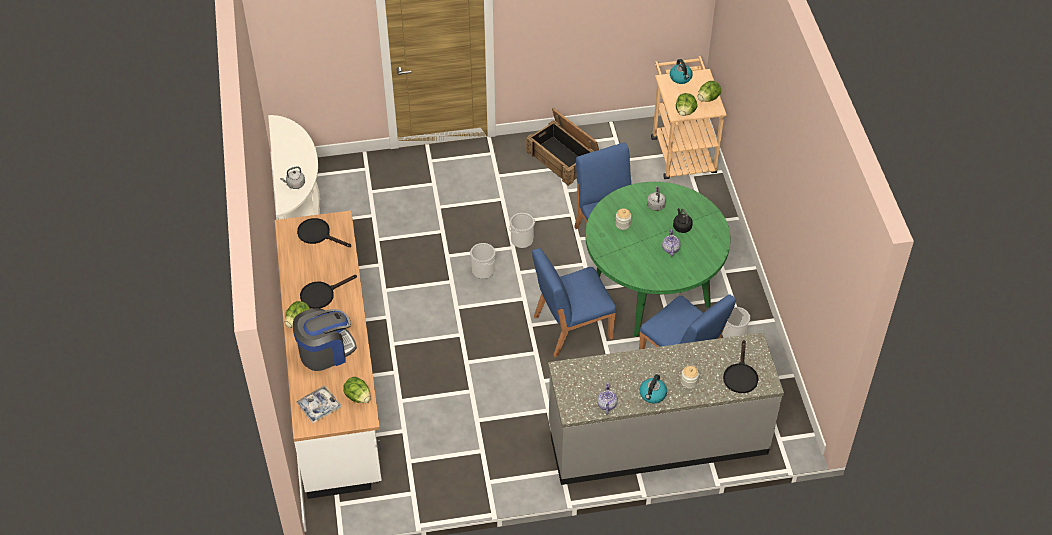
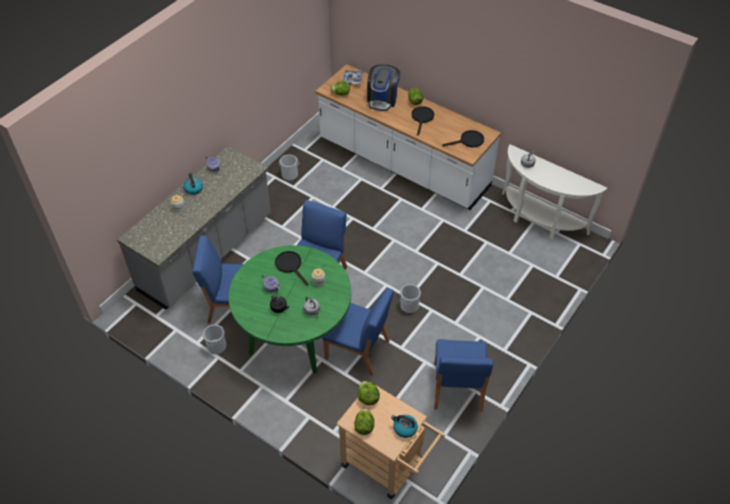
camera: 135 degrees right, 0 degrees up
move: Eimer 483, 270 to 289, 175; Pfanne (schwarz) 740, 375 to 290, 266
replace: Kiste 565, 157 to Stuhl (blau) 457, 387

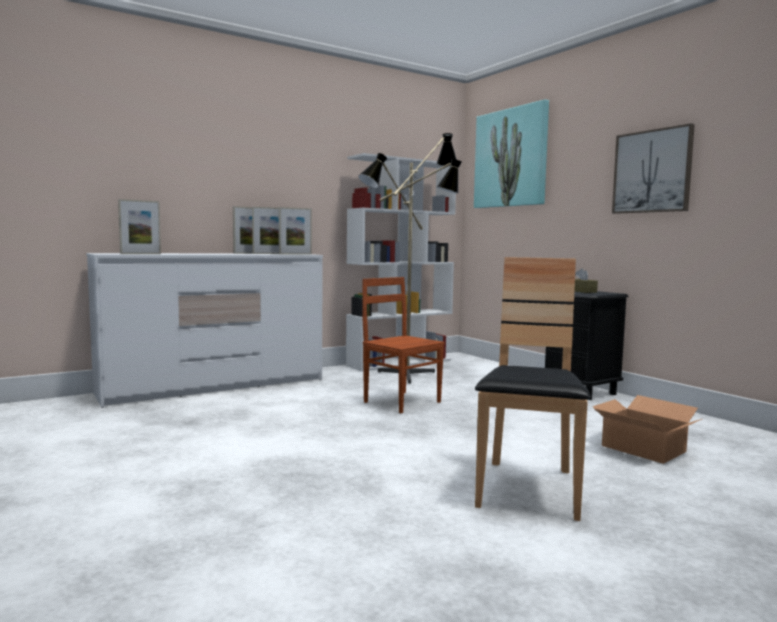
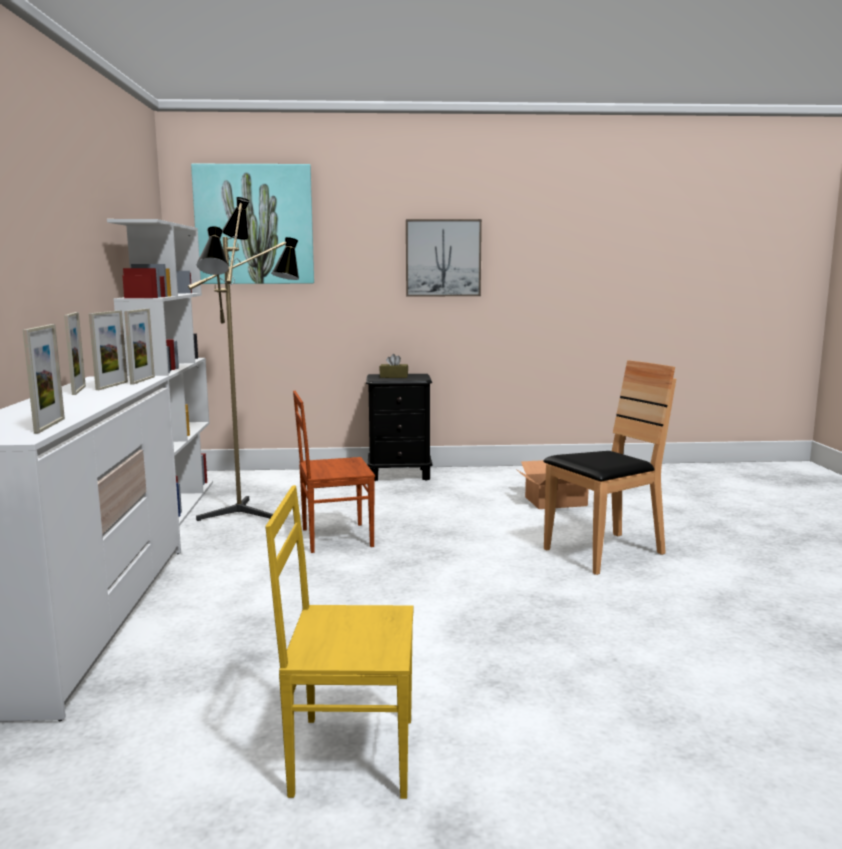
camera: 60 degrees left, 5 degrees up
insert: Stuhl (gelb) 351, 754
rotate: Stuhl (braun) 528, 489 = 604, 552 105 degrees clockwise

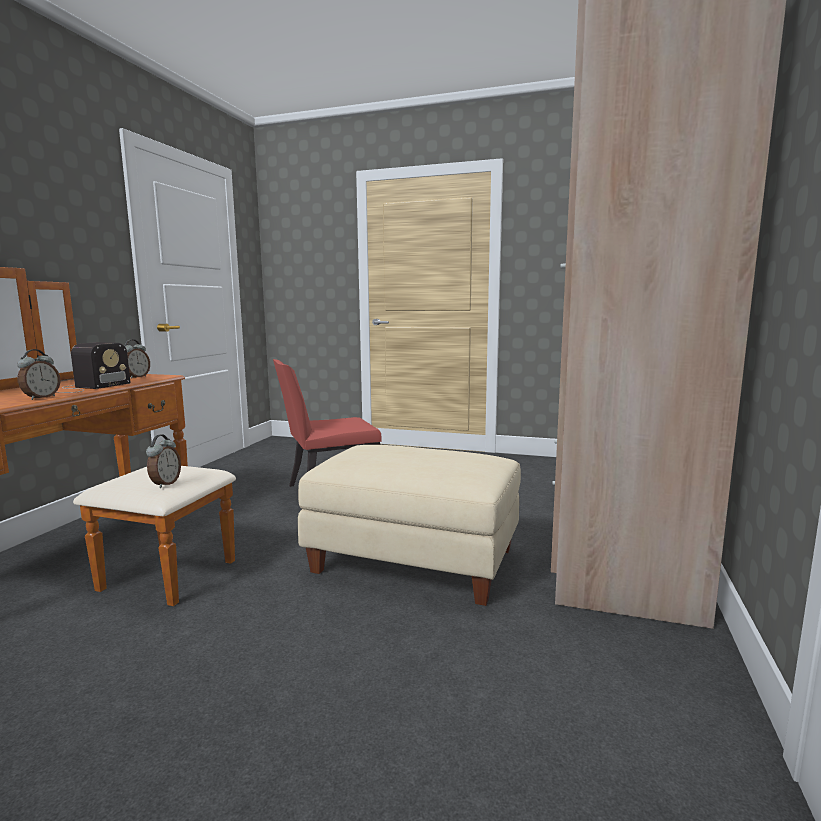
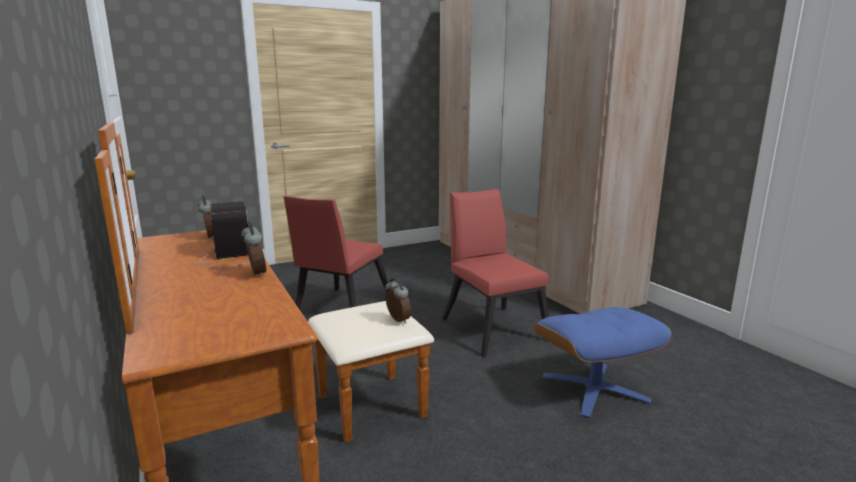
camera: 45 degrees left, 5 degrees up
insert: Polsterhocker (blau) 594, 389
replace: Polsterhocker (beige) 415, 560 to Stuhl (rot) 492, 326

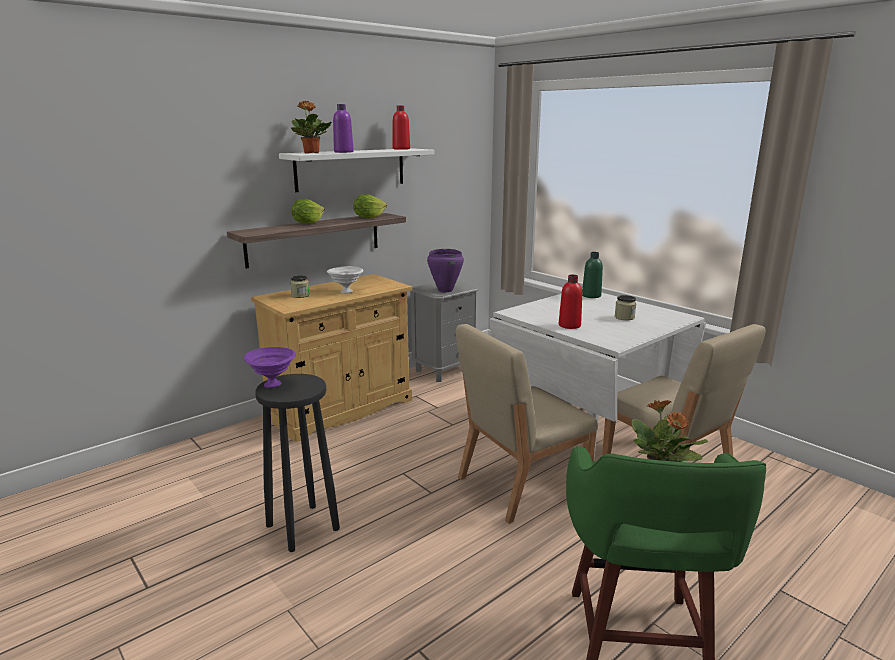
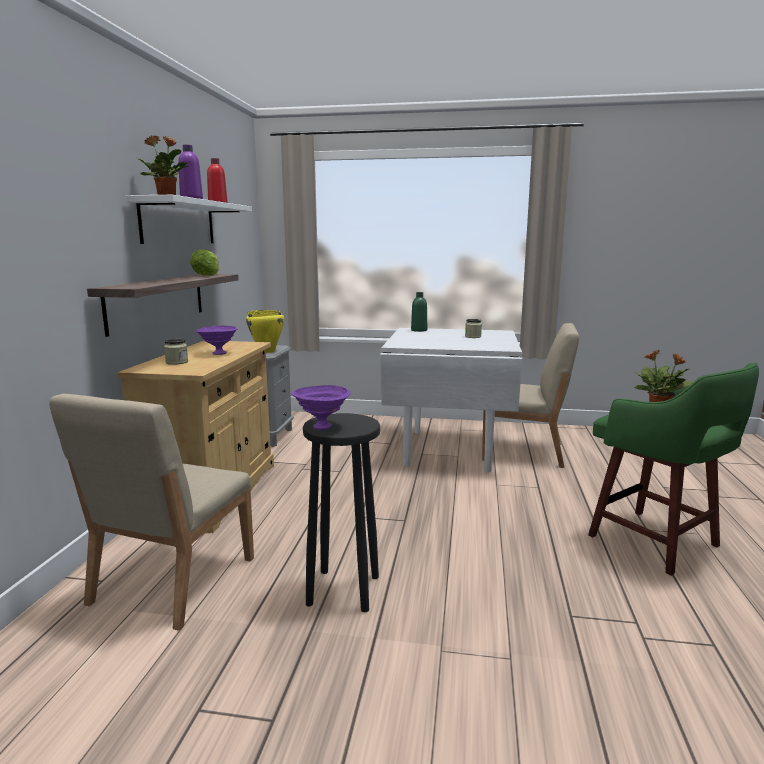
camera: 40 degrees left, 5 degrees down
delete: Salatkopf 307, 223; Flasche (rot) 569, 325
move: Stuhl (beige) 520, 484 to 172, 581
recolor: Schüssel (weiß) 345, 291 to Schüssel (lila) 218, 353; Kochtopf (lila) 445, 290 to Kochtopf (gelb) 266, 351

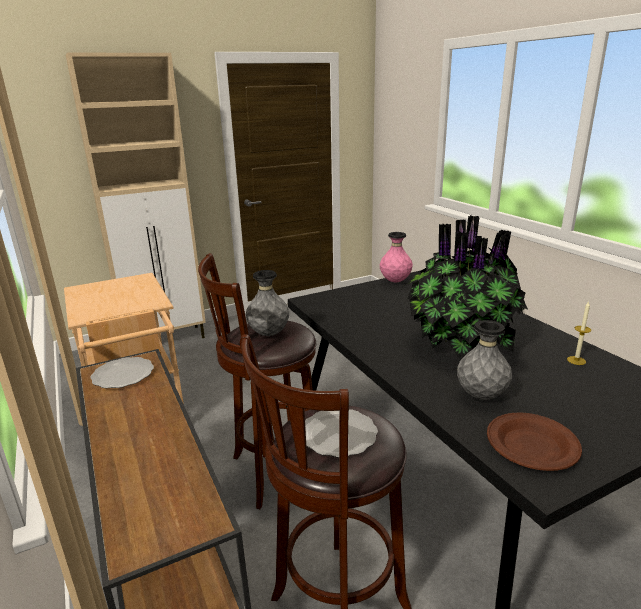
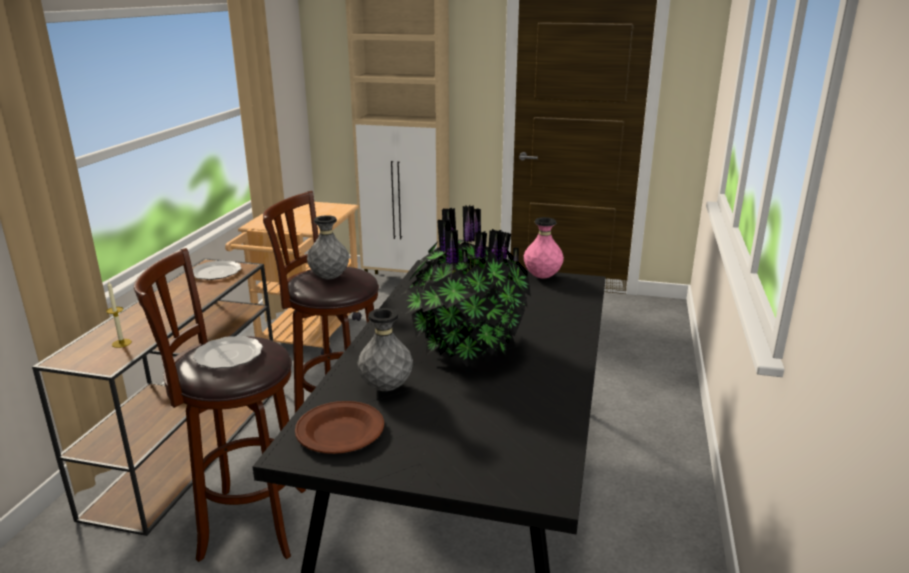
camera: 40 degrees right, 0 degrees up
move: Kerze 576, 360 to 121, 343

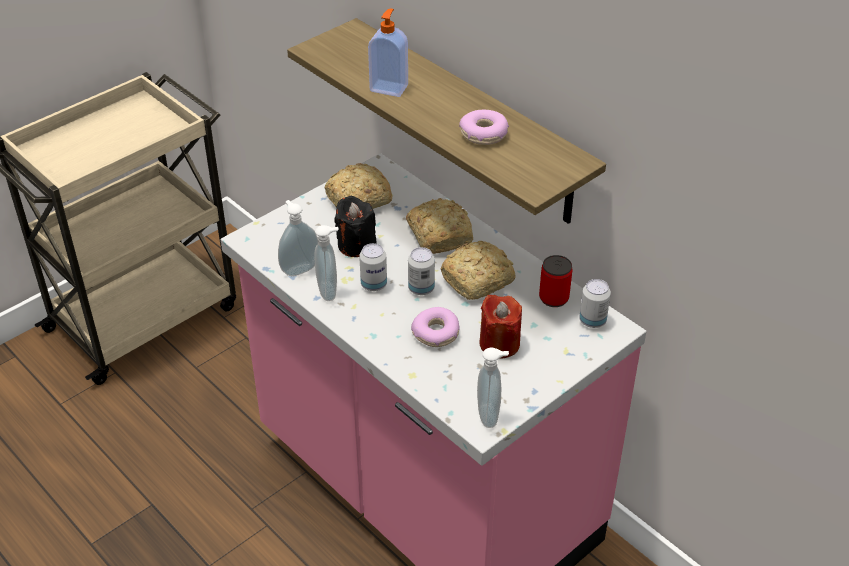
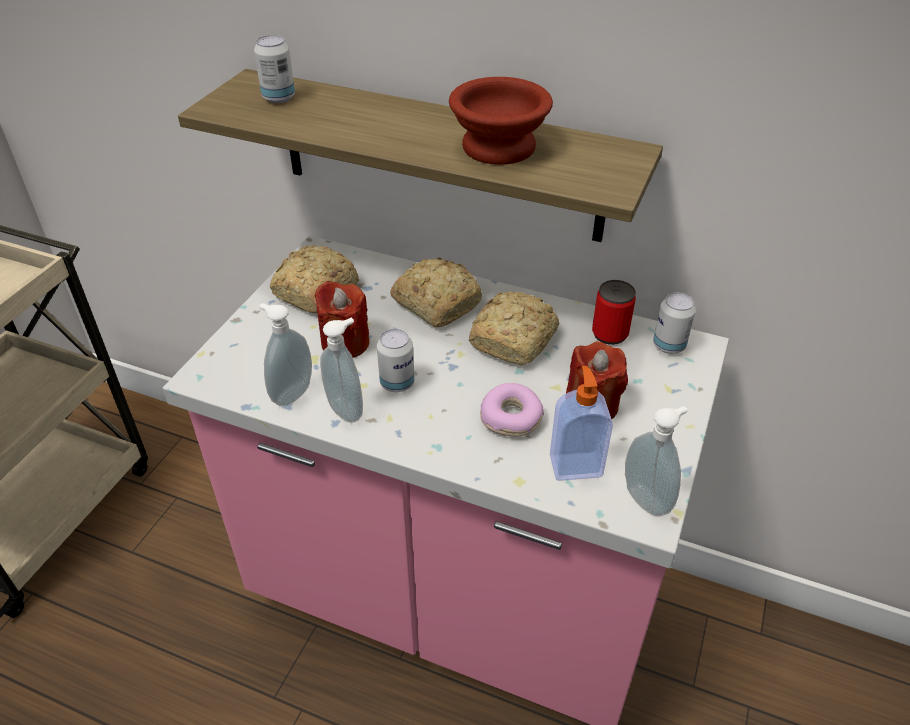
camera: 25 degrees left, 0 degrees up
move: Seifenspender 389, 88 to 575, 465; Dose 421, 288 to 279, 98
replace: Donut 484, 134 to Schüssel (braun) 499, 148
recolor: Kerze (schwarz) 356, 245 to Kerze (rot) 345, 343

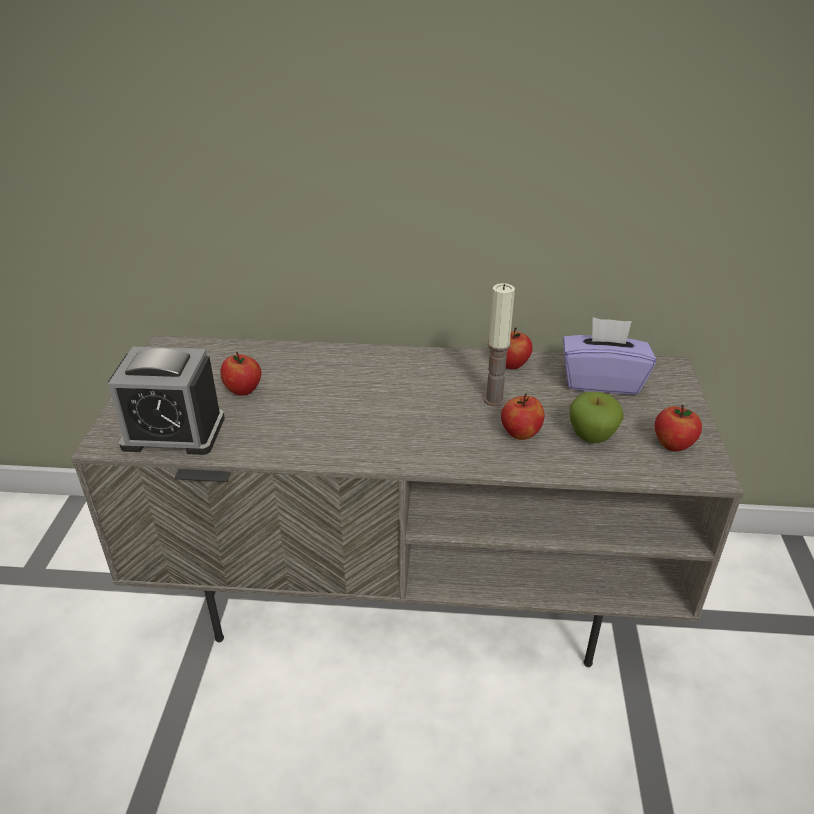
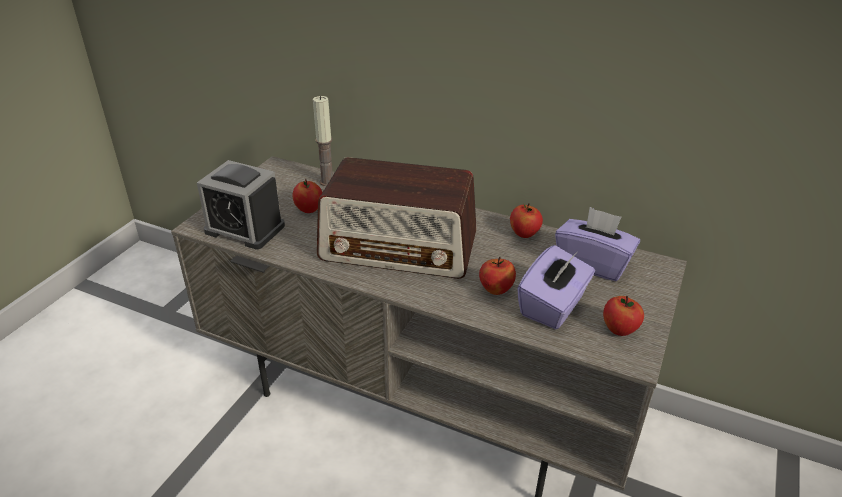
camera: 20 degrees right, 0 degrees up
insert: Radio 399, 247
move: Kerze 494, 400 to 327, 182
replace: Apfel 591, 437 to Taschentuchbox (lila) 553, 306

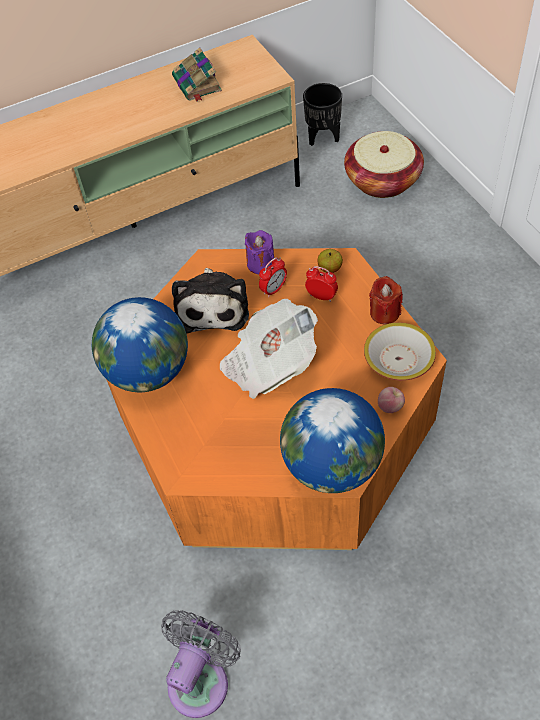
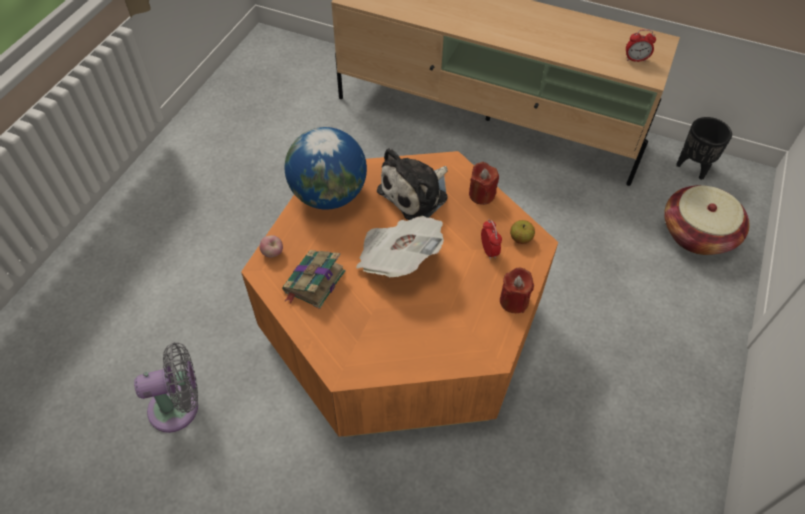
camera: 45 degrees right, 0 degrees up
delete: Globus 332, 465; Schüssel 398, 359
move: Buch 197, 85 to 313, 282; Wecker 273, 289 to 635, 59; Apfel 390, 406 to 272, 253
recolor: Kerze (lila) 260, 264 to Kerze (rot) 481, 194

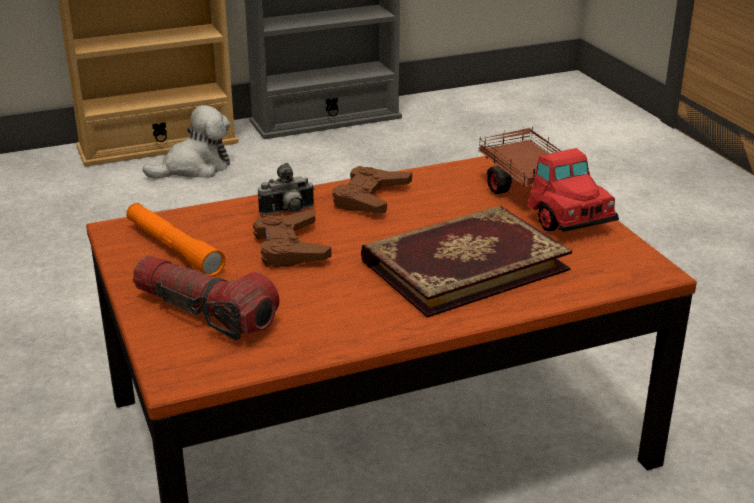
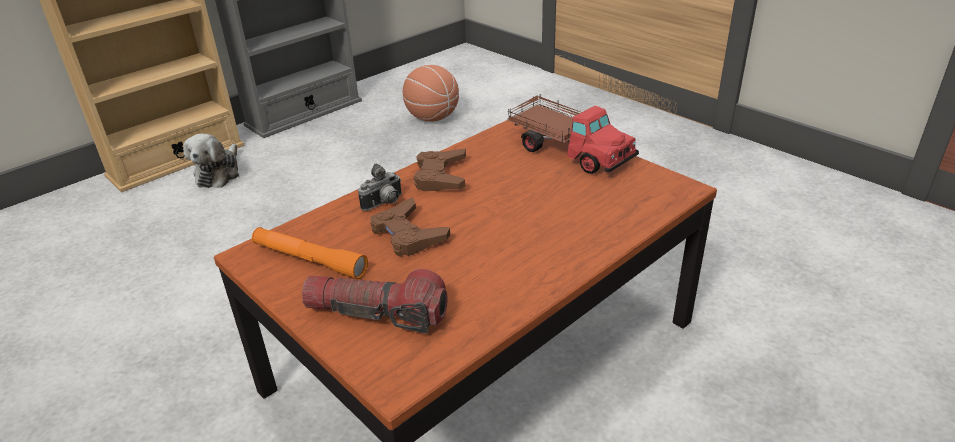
camera: 20 degrees left, 5 degrees up
delete: Buch 463, 264
insert: Basketball 432, 118
rotate: Plüschtier 195, 168 = 219, 173 150 degrees clockwise

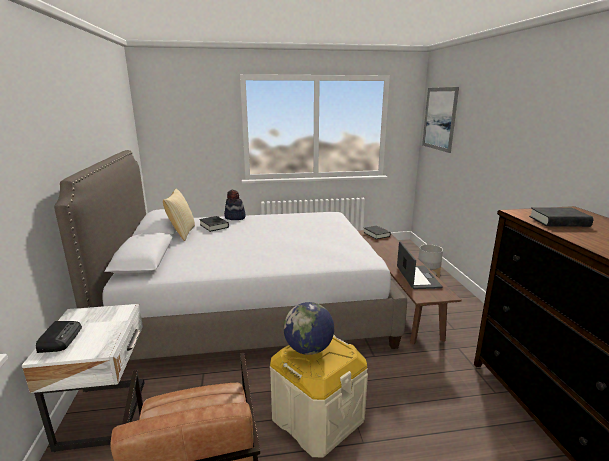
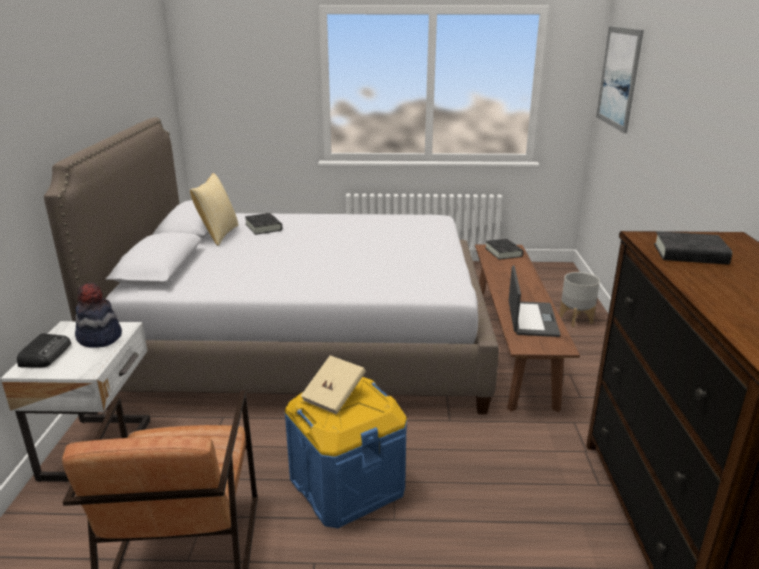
camera: 10 degrees right, 5 degrees up
move: Hut 235, 217 to 99, 338
replace: Globus 308, 349 to Buch (beige) 334, 396
recolor: Aufbewahrungsbox (beige) 317, 418 to Aufbewahrungsbox (blau) 347, 485

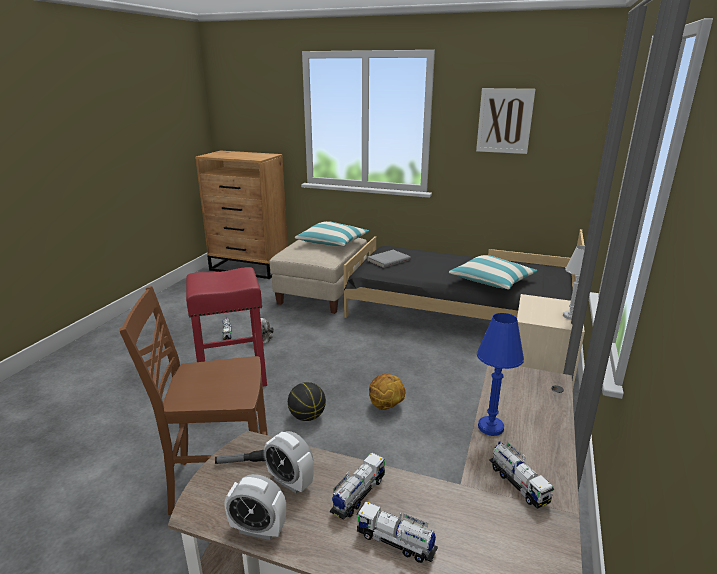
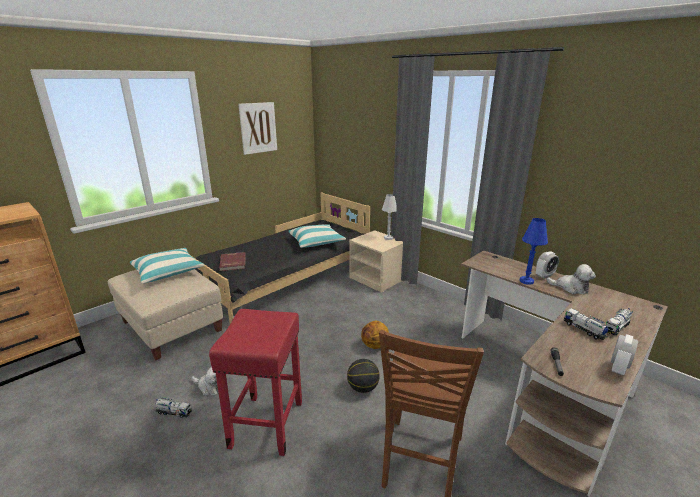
camera: 65 degrees left, 0 degrees up
move: Wecker 290, 482 to 544, 275
replace: Spielzeuglaster 518, 484 to Plüschtier 570, 288
recolor: Buch (grau) 388, 260 to Buch (rot) 232, 263

